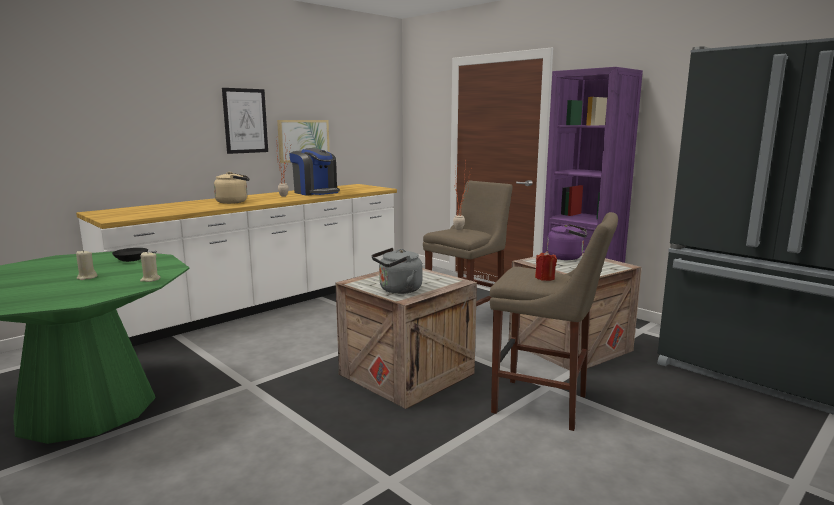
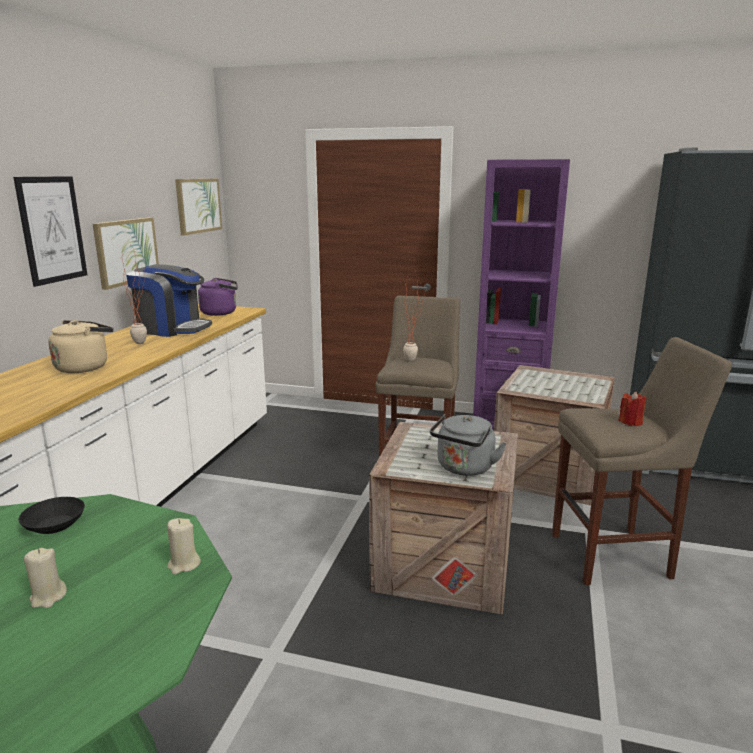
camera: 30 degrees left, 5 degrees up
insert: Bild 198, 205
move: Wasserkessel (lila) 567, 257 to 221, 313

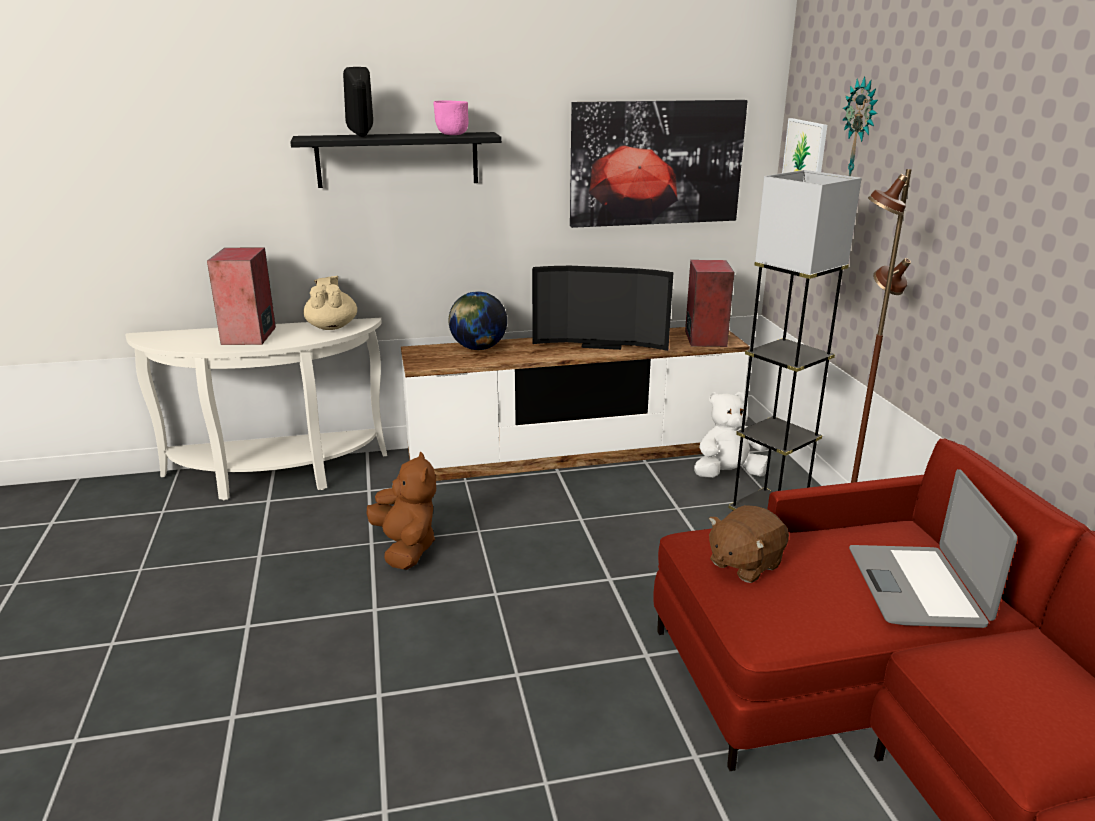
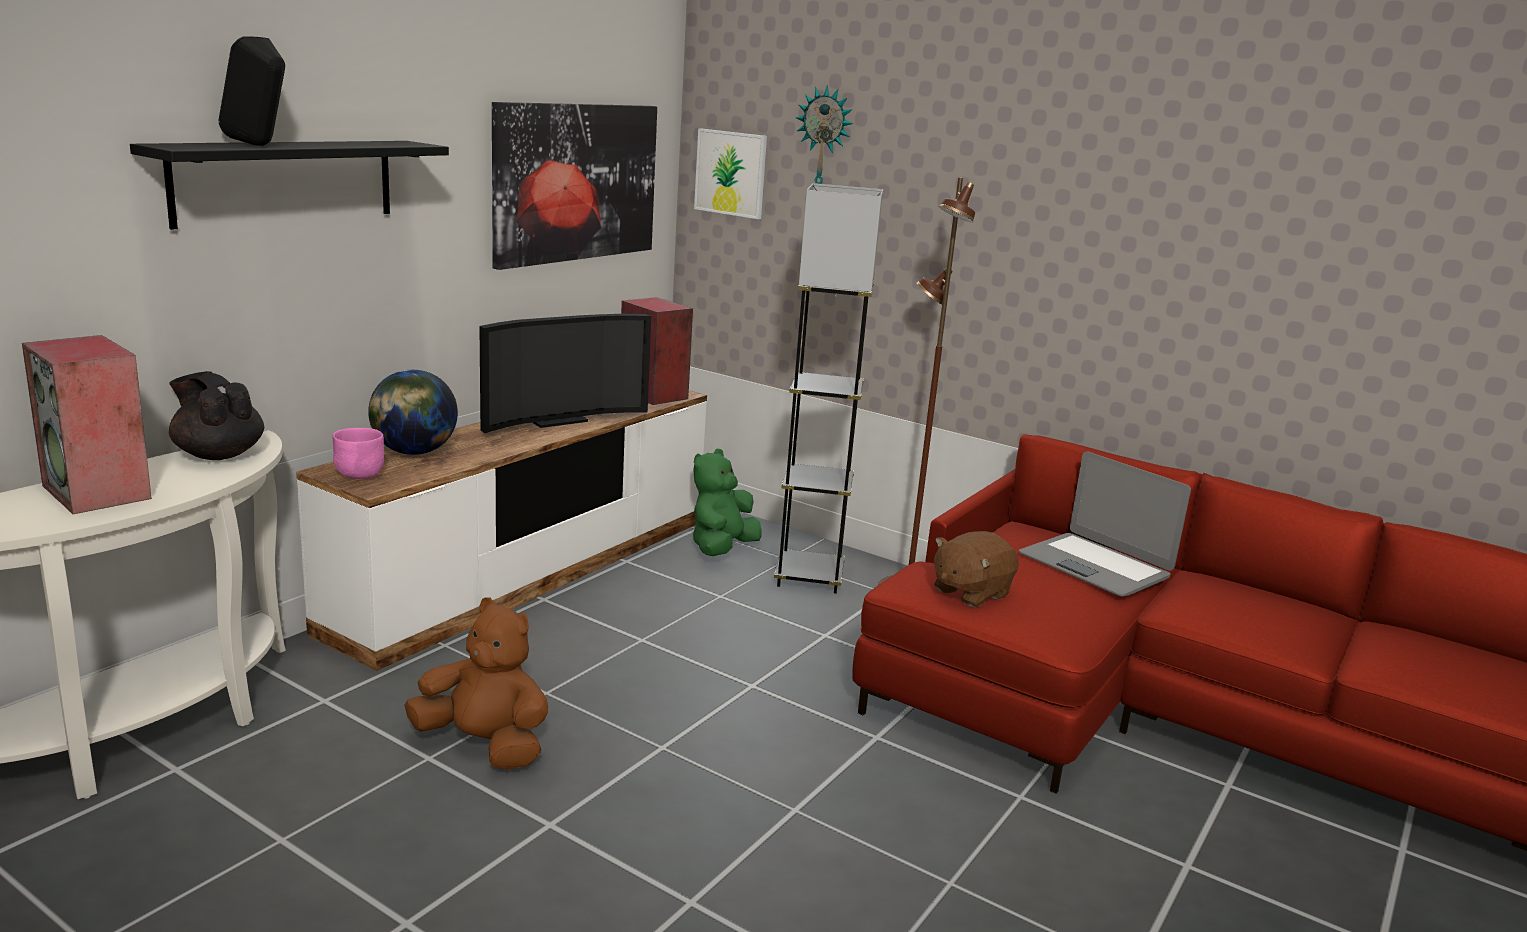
camera: 45 degrees left, 5 degrees down
move: Schüssel (rosa) 452, 134 to 360, 476
recolor: Teekanne (beige) 332, 326 to Teekanne (schwarz) 218, 454; Plüschtier (weiß) 728, 474 to Plüschtier (grün) 722, 549
rotate: Plüschtier (braun) 744, 564 = 970, 592 45 degrees clockwise

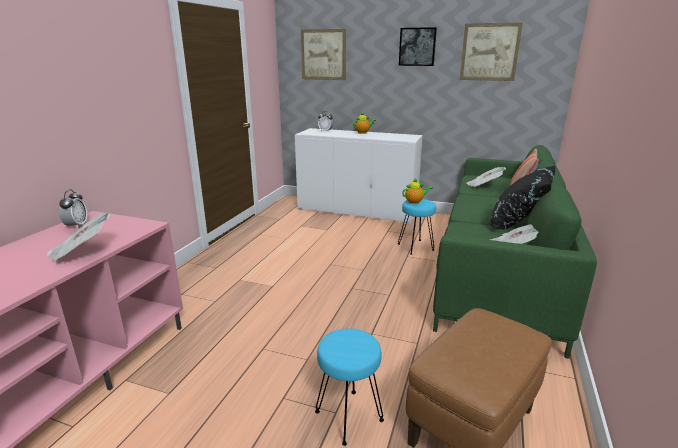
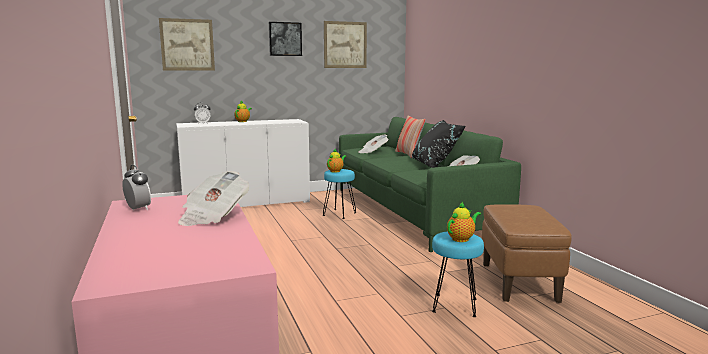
camera: 40 degrees left, 10 degrees down
insert: Teekanne 461, 239

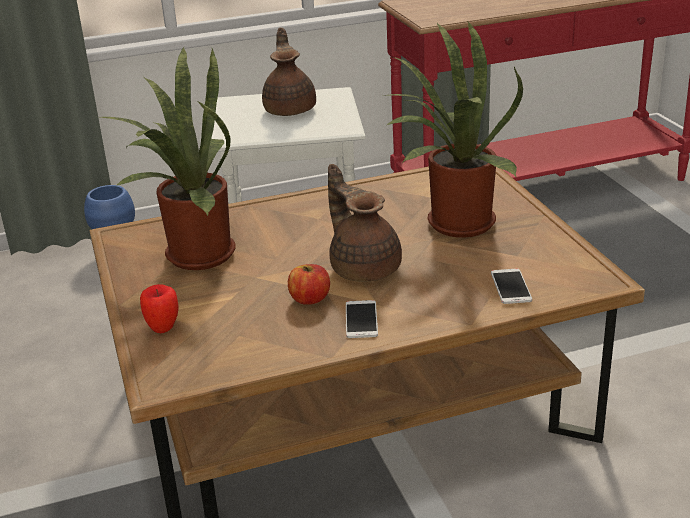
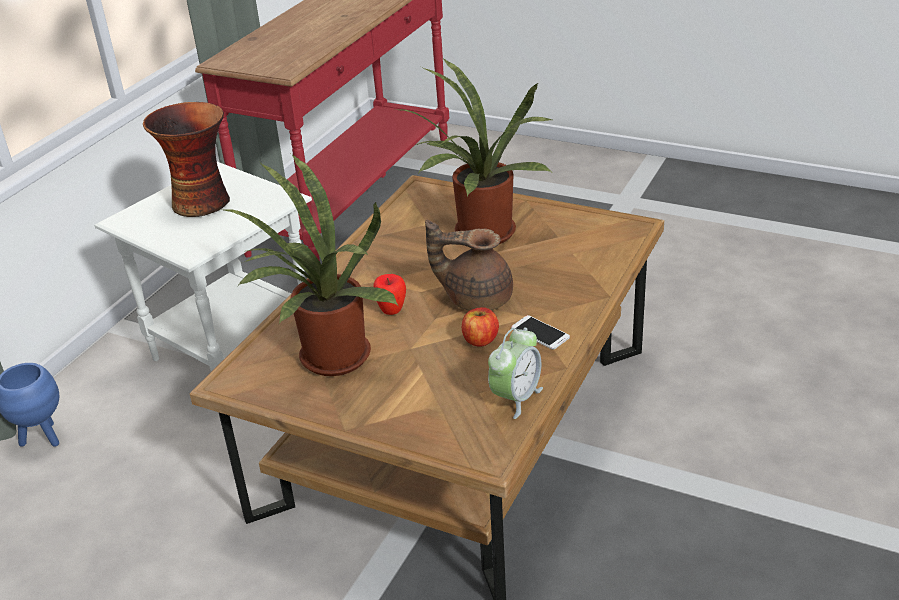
camera: 45 degrees left, 5 degrees up
delete: Handy 511, 287
insert: Wecker 516, 398
move: Apfel 163, 328 to 392, 310
replace: Teekanne (braun) 290, 109 to Vase 202, 202

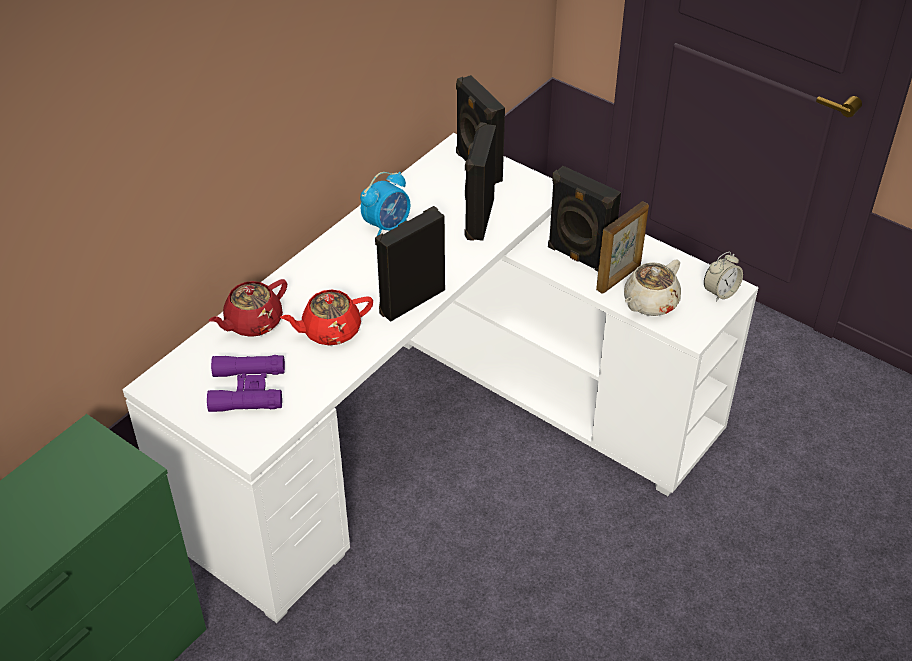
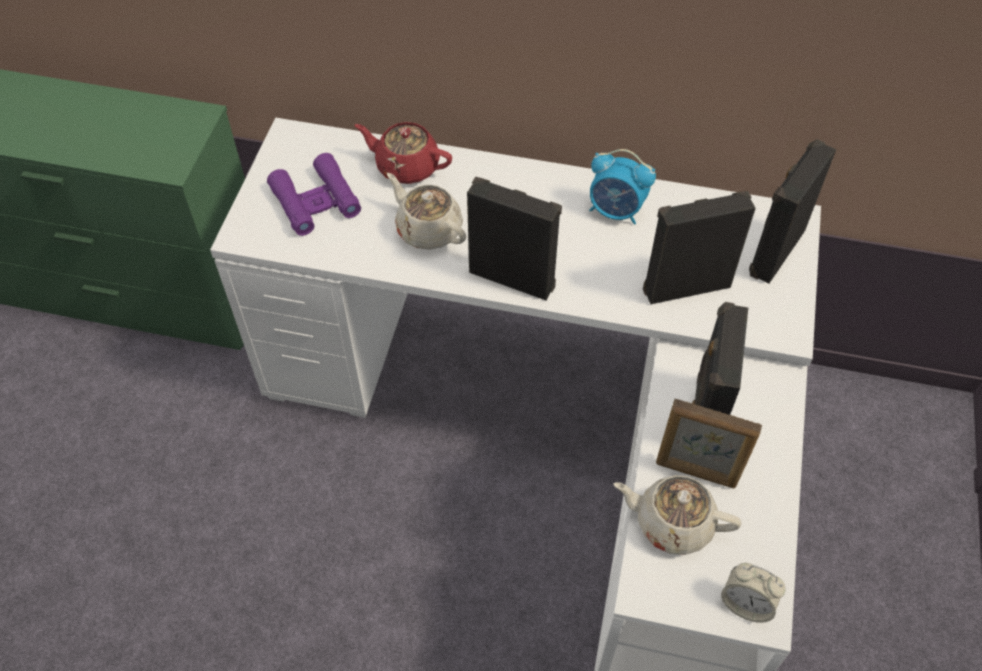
camera: 65 degrees right, 10 degrees up
recolor: Teekanne (rot) 330, 331 to Teekanne (beige) 428, 229

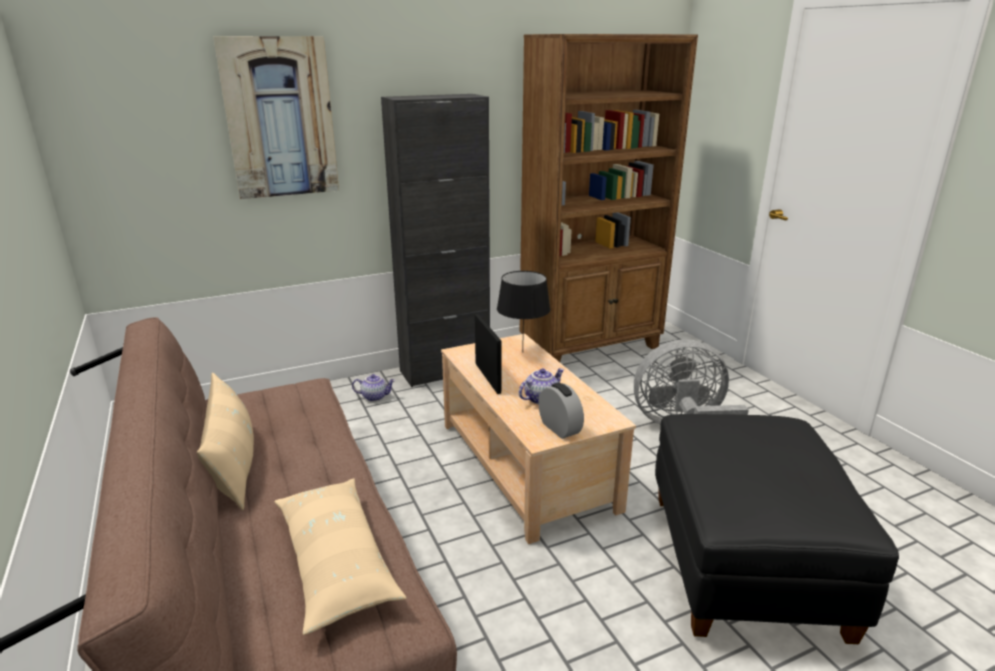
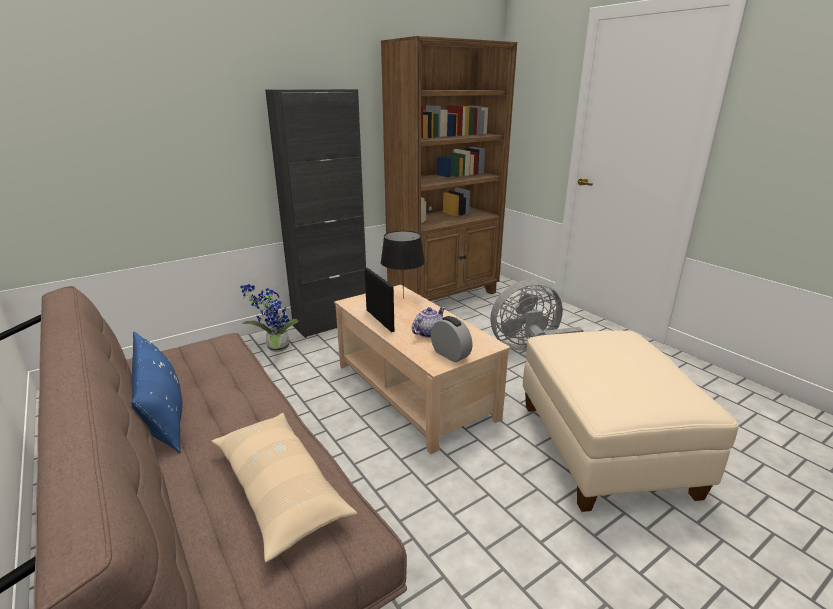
camera: 10 degrees left, 0 degrees up
delete: Bild 280, 118
replace: Teekanne 375, 396 to Topfpflanze 275, 348
recolor: Kissen (beige) 234, 464 to Kissen (blau) 163, 413; Polsterhocker (schwarz) 746, 565 to Polsterhocker (beige) 604, 449

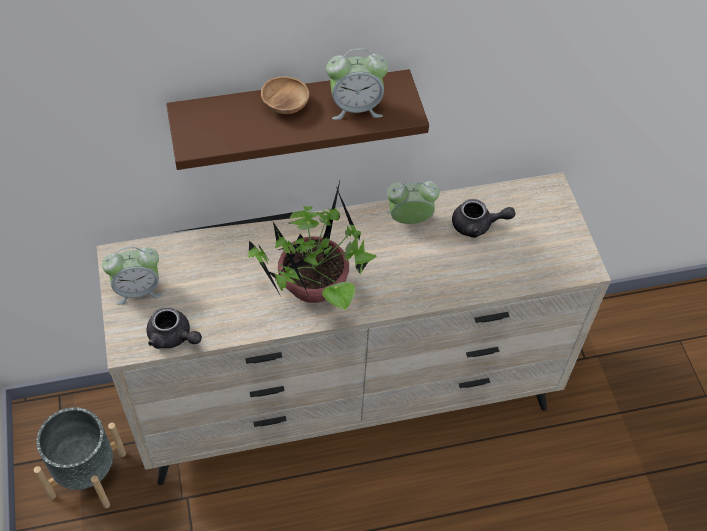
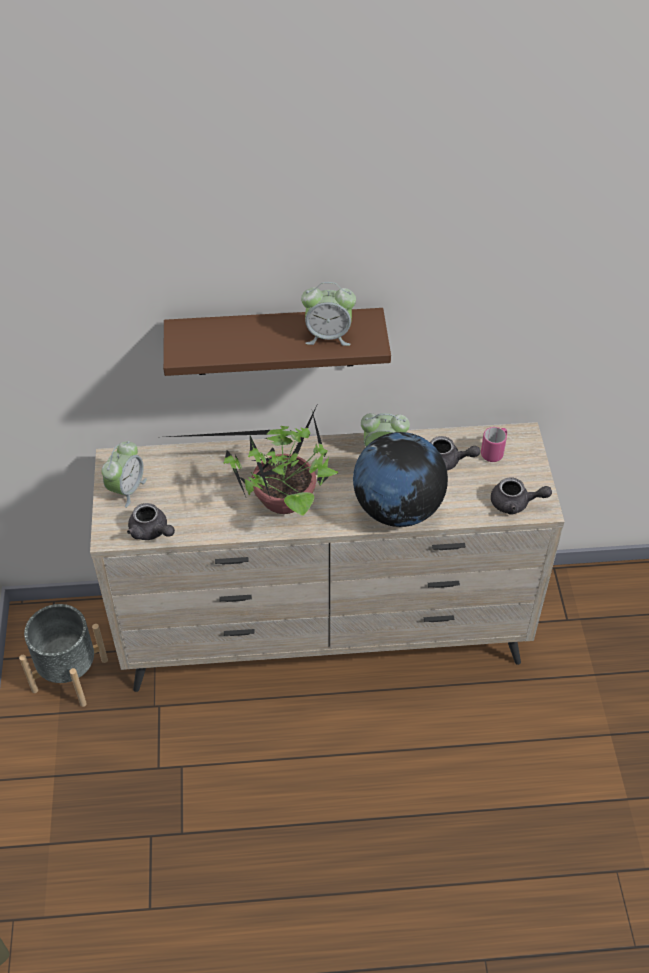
camera: 10 degrees right, 5 degrees down
delete: Schüssel (braun) 285, 105
insert: Globus 397, 509; Henkelbecher (rosa) 494, 452; Teekanne (grau) 515, 503
rotate: Wecker 138, 290 = 126, 489 60 degrees counterclockwise

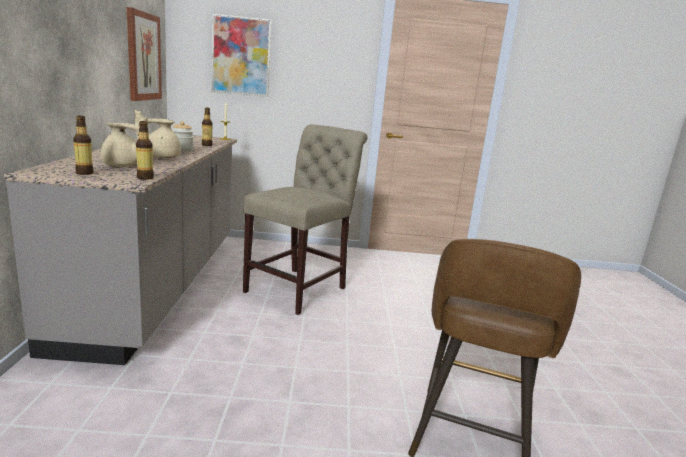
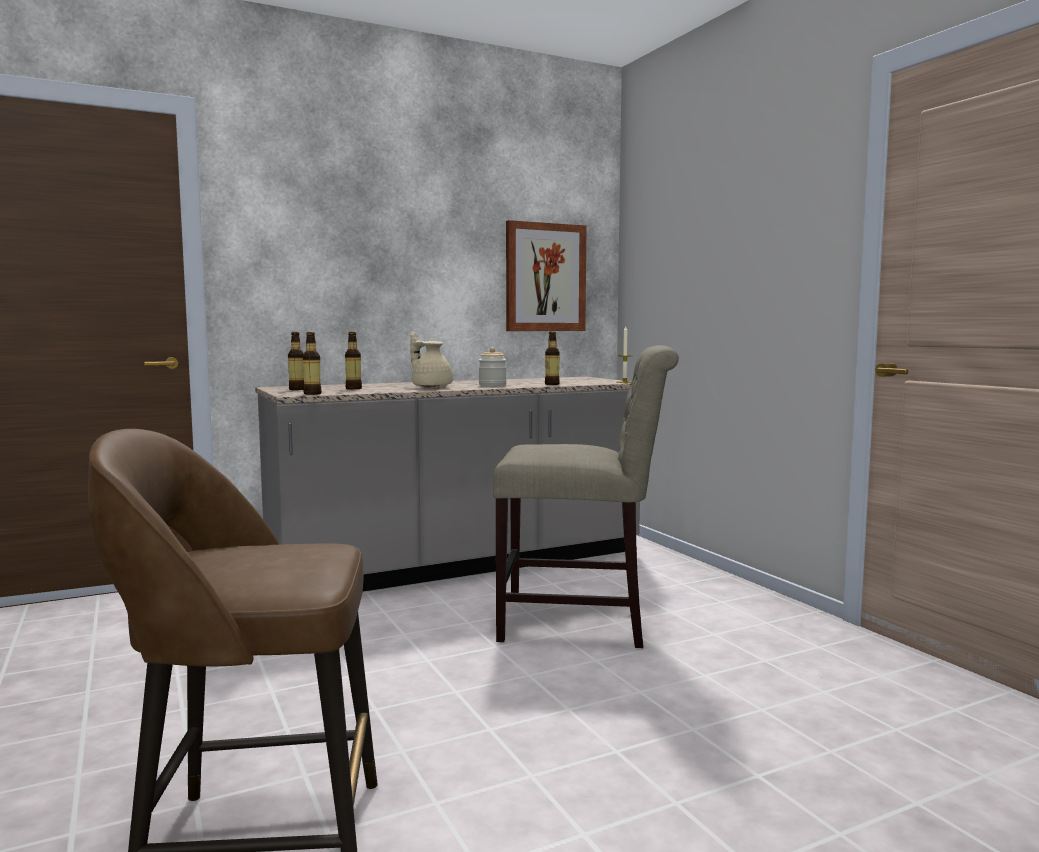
camera: 65 degrees right, 10 degrees down
delete: Bild 241, 56
replace: Teekanne (beige) 124, 166 to Flasche 353, 388

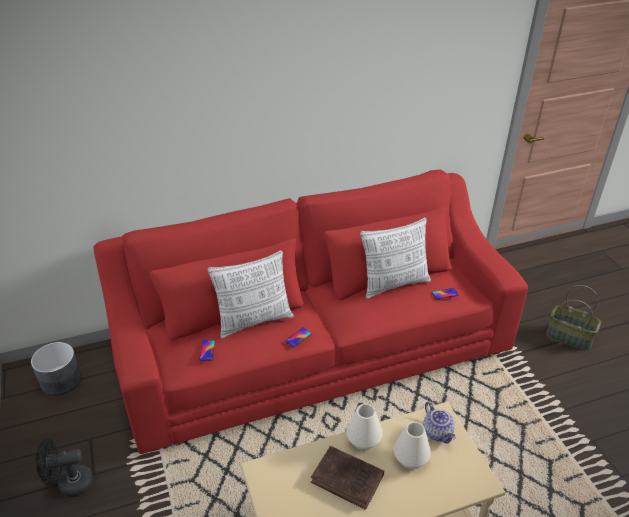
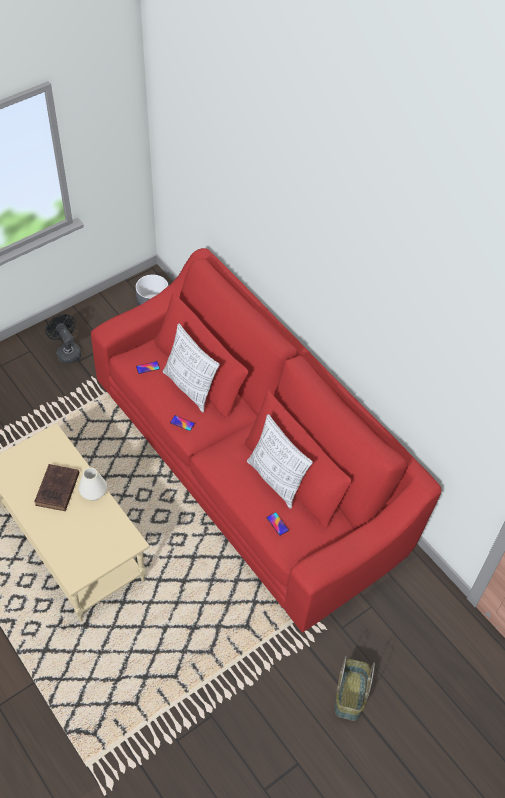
camera: 70 degrees right, 15 degrees up
delete: Vase (weiß) 410, 459; Teekanne 438, 432

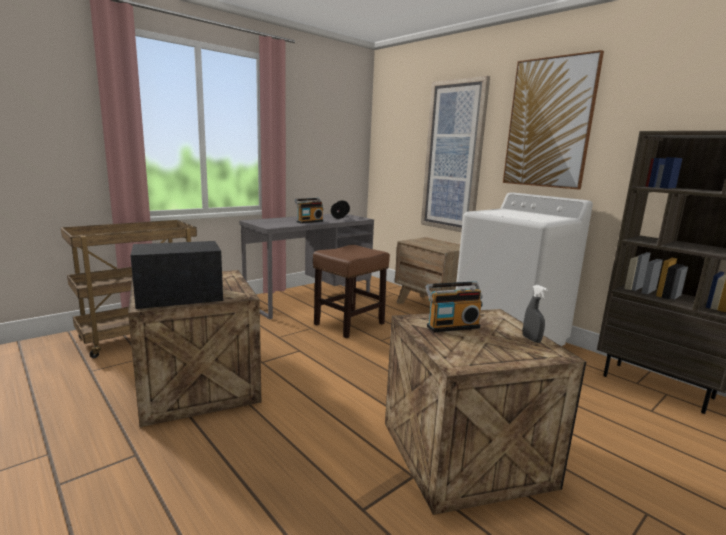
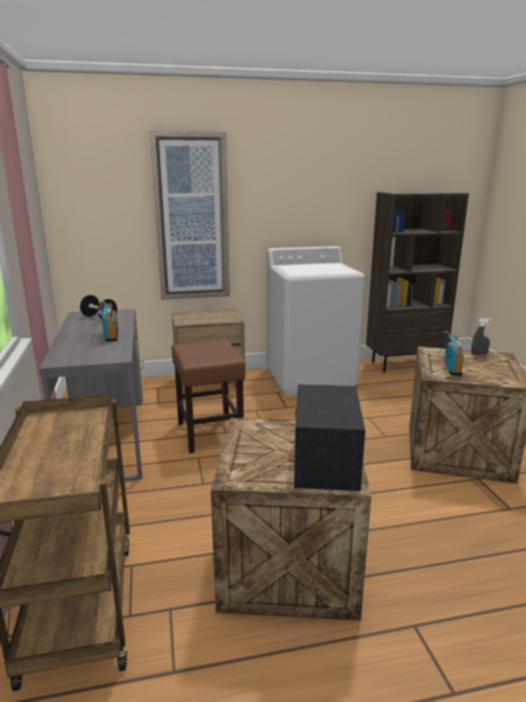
camera: 60 degrees left, 5 degrees up
delete: Bild 549, 123

